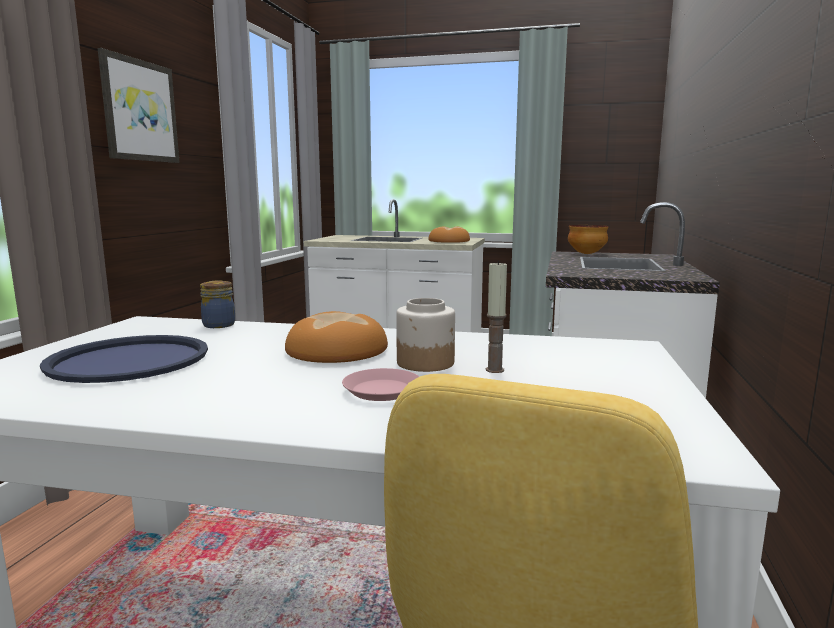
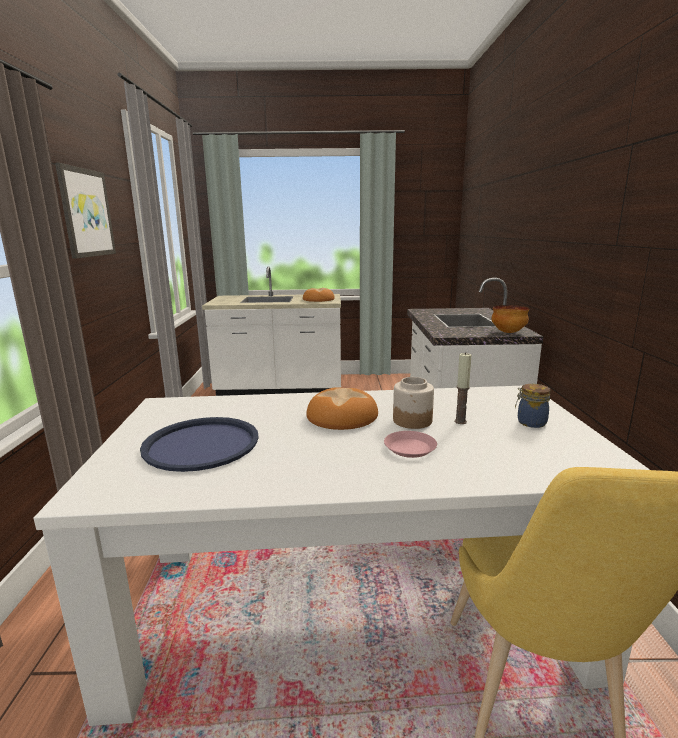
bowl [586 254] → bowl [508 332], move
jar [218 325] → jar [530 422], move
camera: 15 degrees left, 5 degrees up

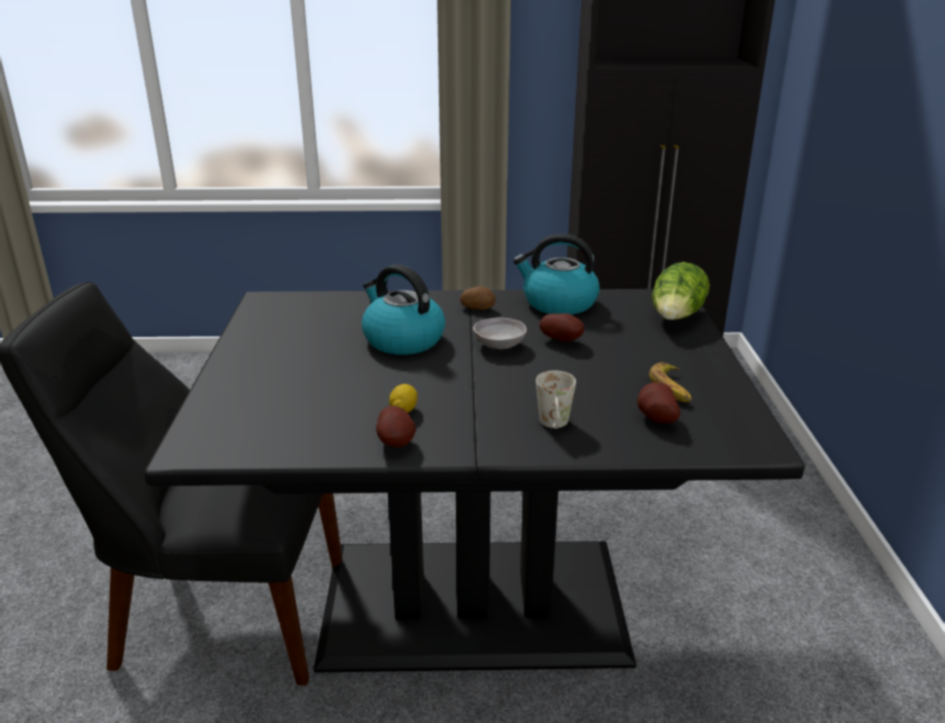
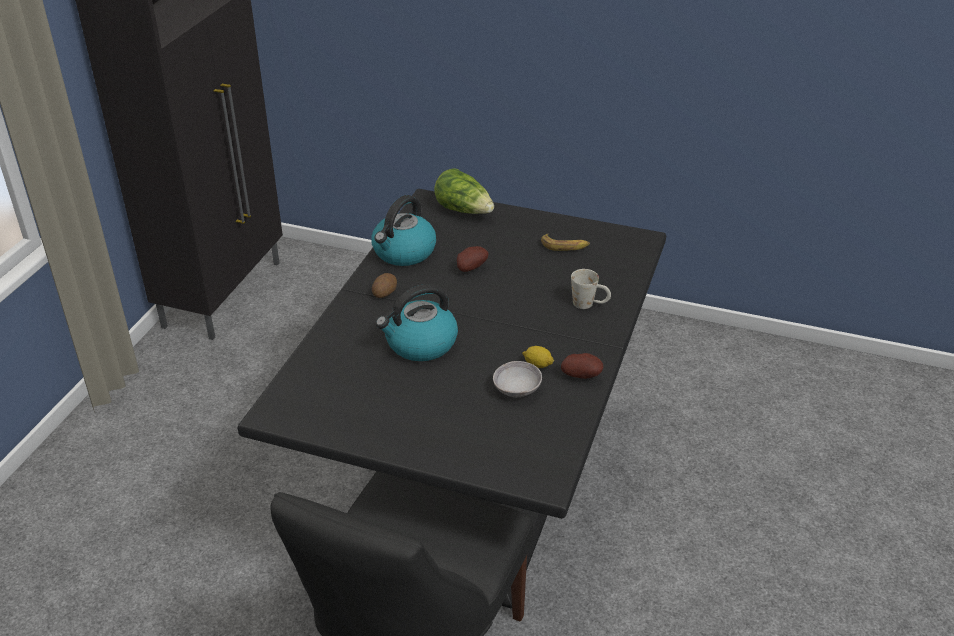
grey bowl [499 345] → grey bowl [517 390], move
potato [654 419] → -
camera: 70 degrees left, 10 degrees up

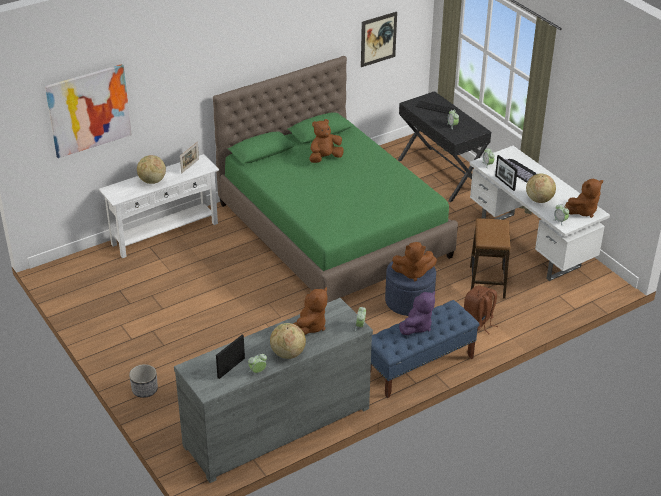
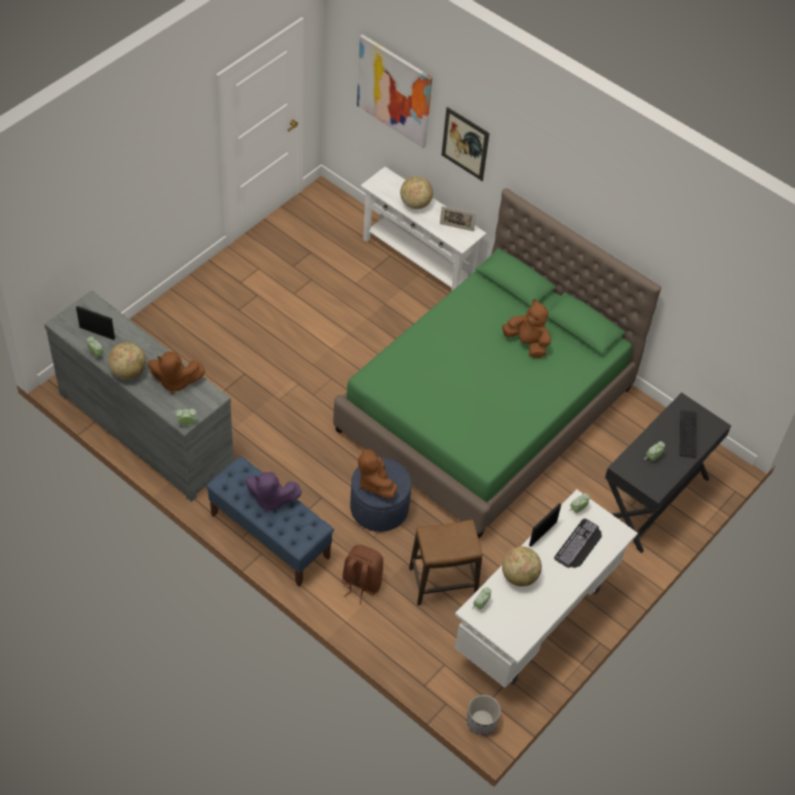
picture [378 39] → picture [465 144], move
planter [144 390] → planter [481 721], move
brown plush toy [583 211] → -
camera: 70 degrees right, 15 degrees up

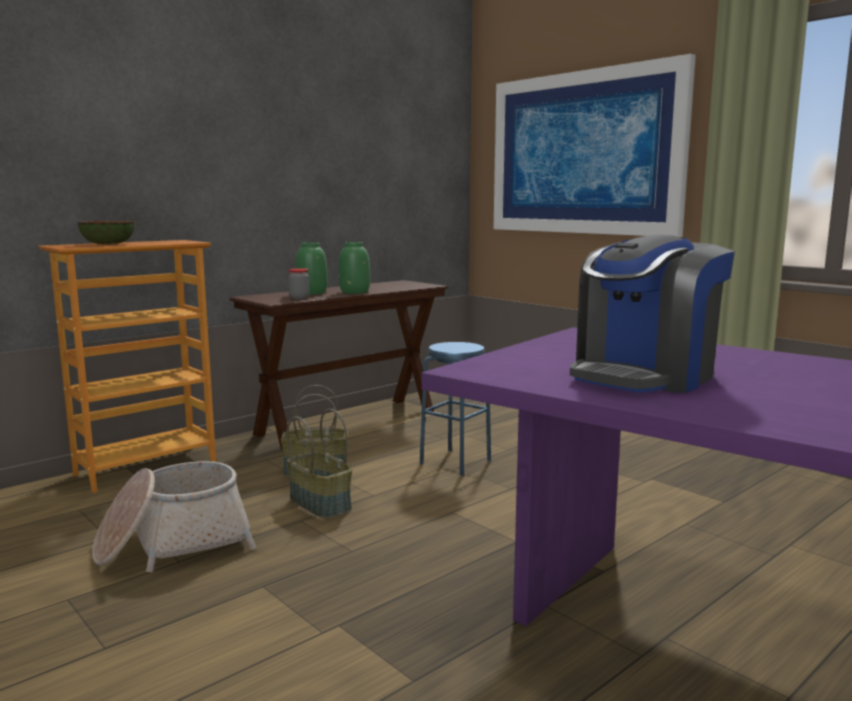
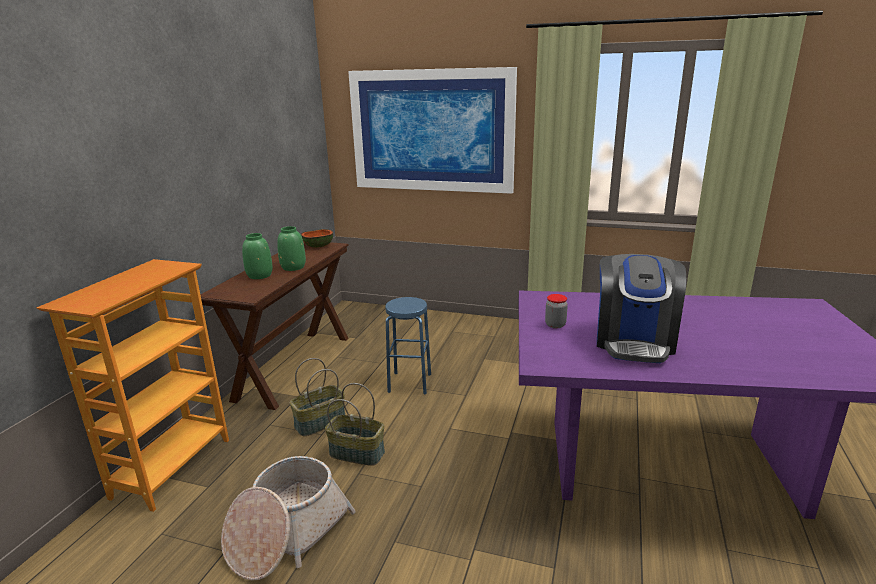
bowl [109 244] → bowl [318 246], move
jar [299 298] → jar [555 325], move
camera: 30 degrees left, 10 degrees up

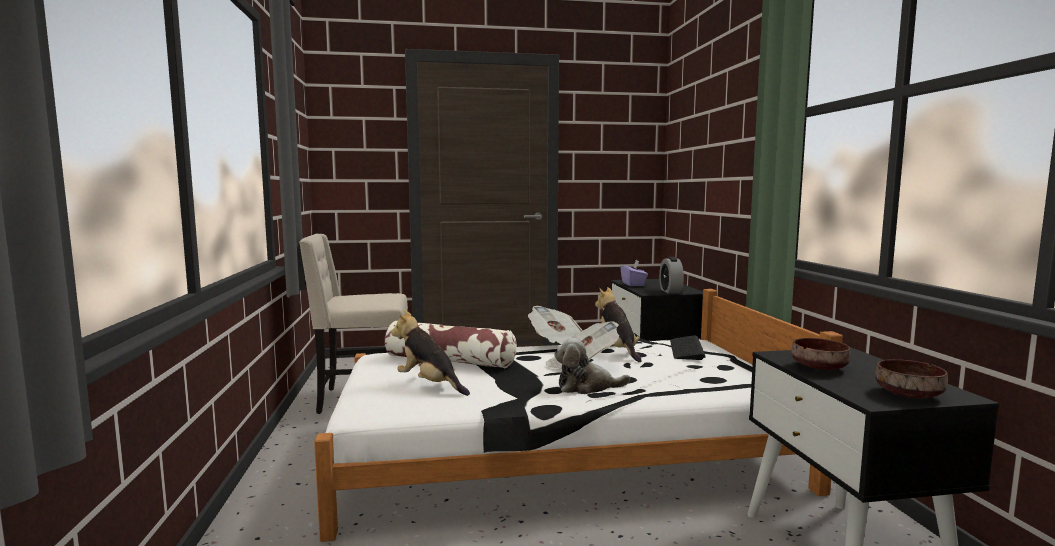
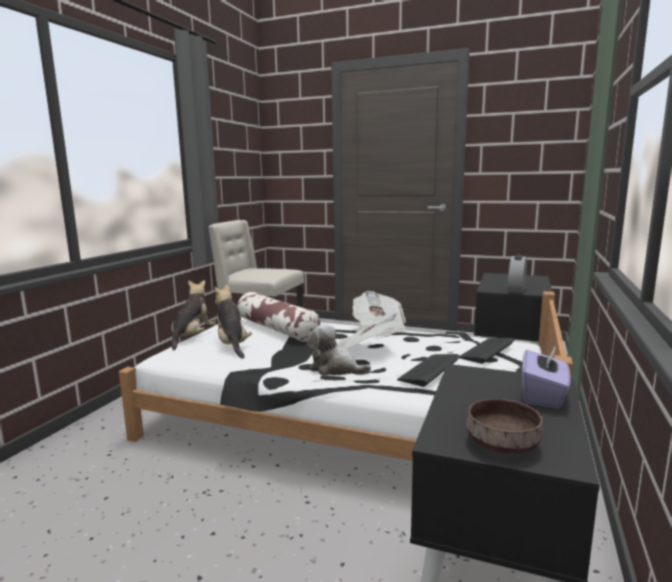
plush toy [618 350] → plush toy [192 337], move
- → keyboard [429 370]
purple tissue box [633 284] → purple tissue box [543 395], move
brown bowl [820 367] → -
camera: 30 degrees right, 5 degrees up

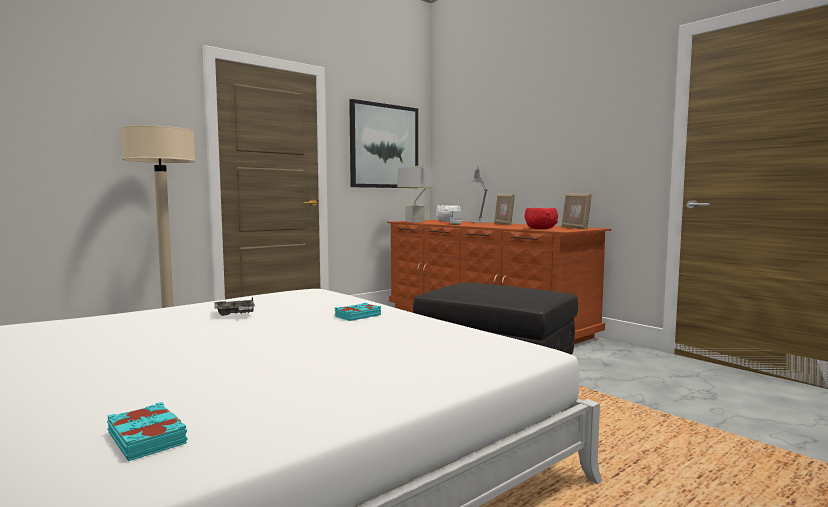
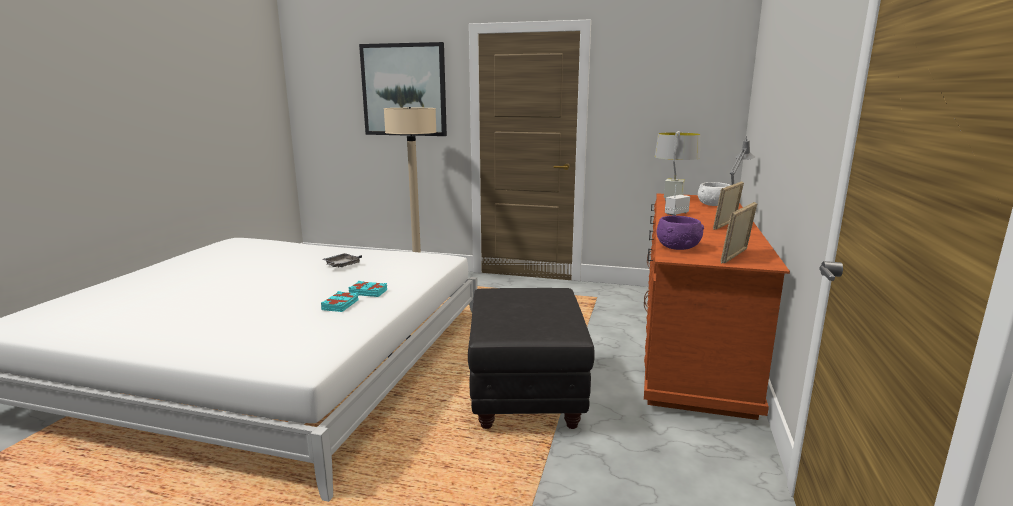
turquoise book [148 438] → turquoise book [341 305], move
picture [384 146] → picture [404 90], move
red bowl [540 229] → purple bowl [678 247]
camera: 55 degrees right, 10 degrees up

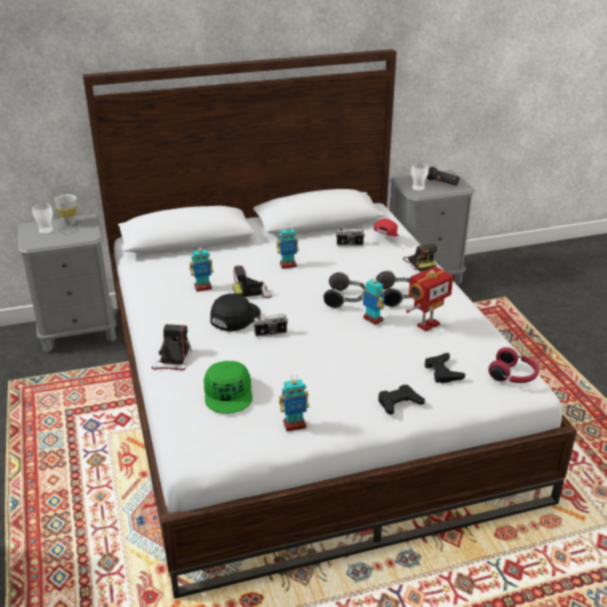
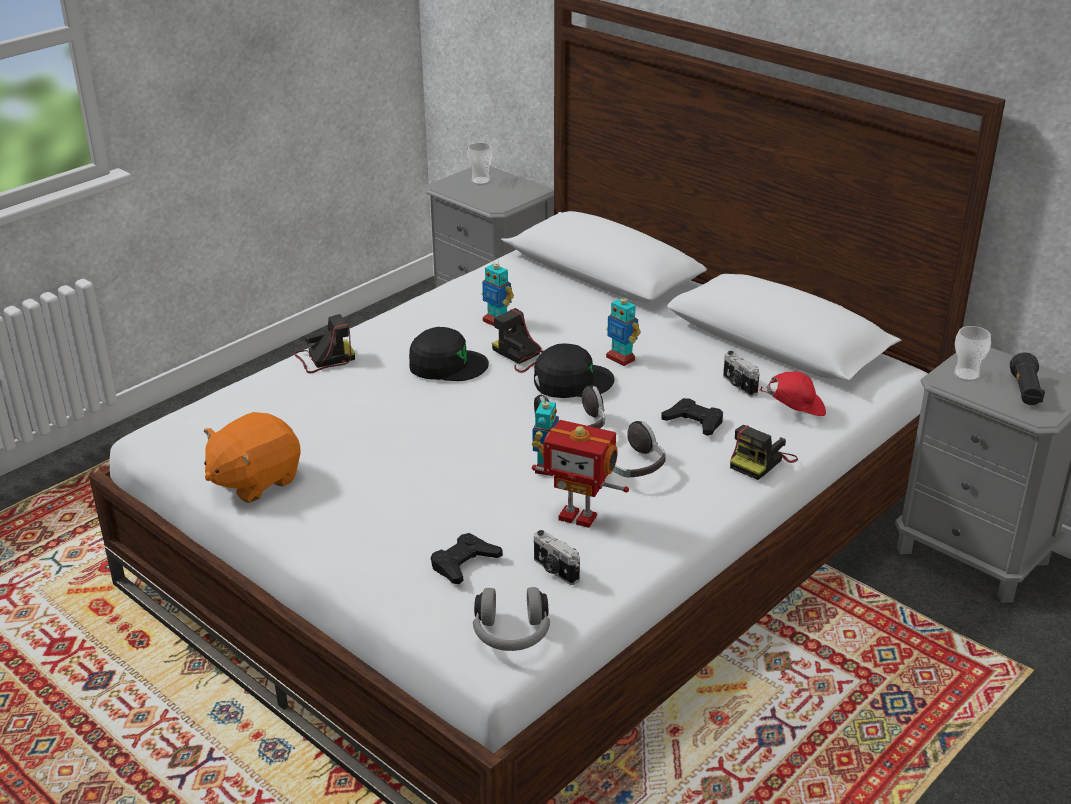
toy robot [294 425] → orange plush toy [254 480]
red headphones [513 376] → grey headphones [511 634]
- → black cap [572 381]
photo camera [271 333] → photo camera [555 571], move
black game controller [399 403] → black game controller [694 422], move
white cup [69 223] → -
green cap [228 392] → -
camera: 60 degrees right, 0 degrees up

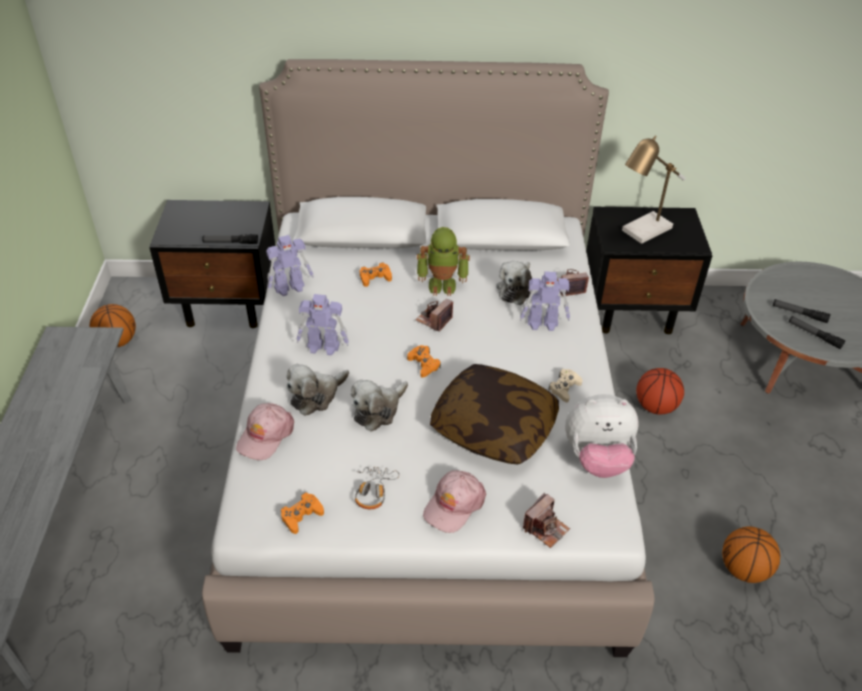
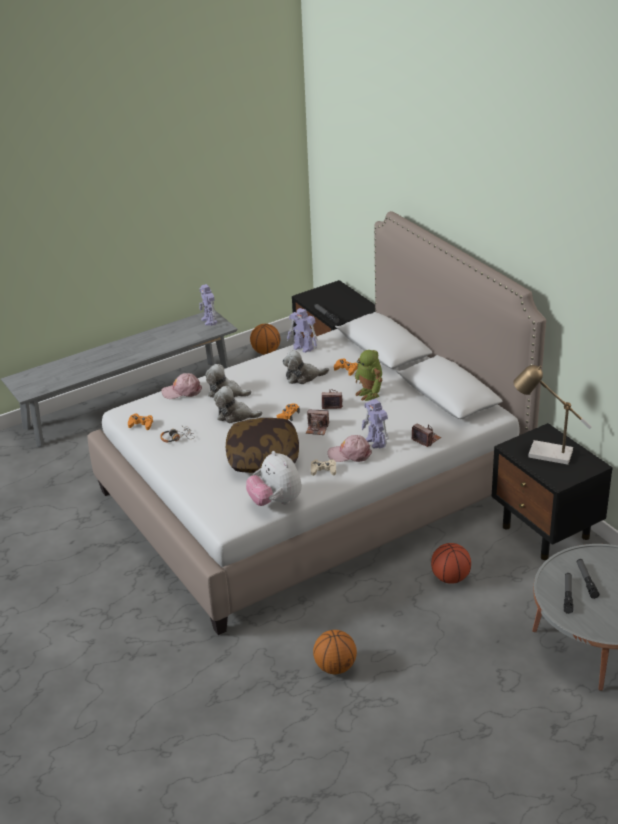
toy robot [324 347] → toy robot [209 321], move
plush toy [516 289] → plush toy [303 377], move
photo camera [545 528] → photo camera [317 429], move
pink cap [454 505] → pink cap [350 454], move
camera: 60 degrees right, 10 degrees down

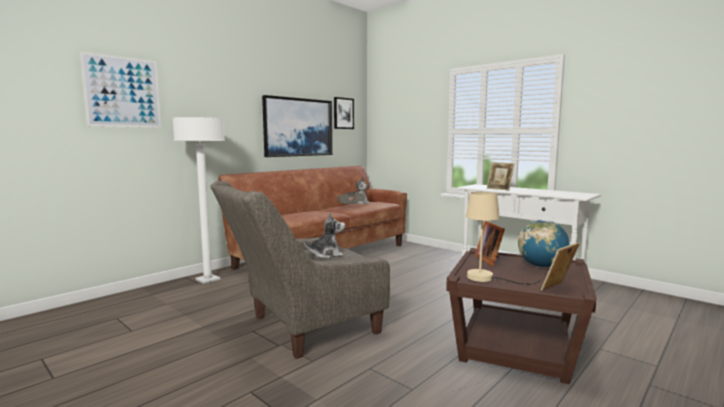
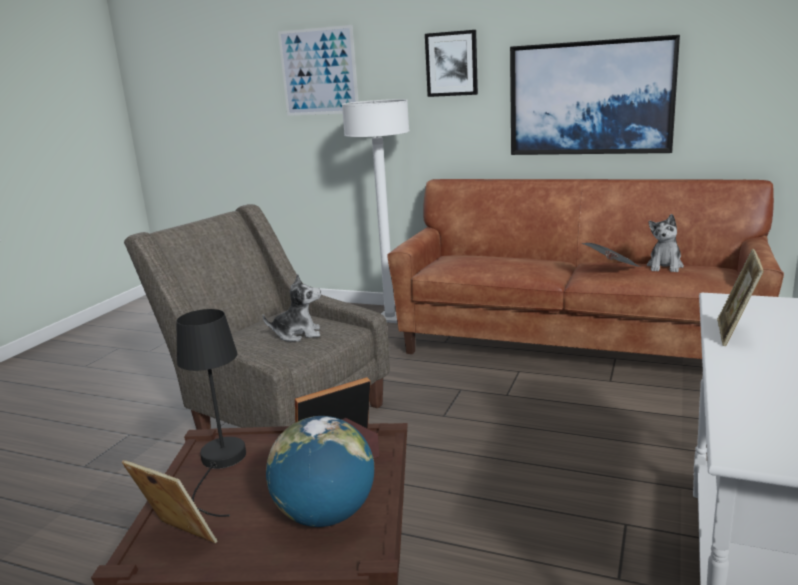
beige table lamp [488 278] → black table lamp [220 464]
plush toy [326 255] → plush toy [298 334], 60 degrees counterclockwise
picture [343 113] → picture [451 64], move
camera: 70 degrees right, 10 degrees up

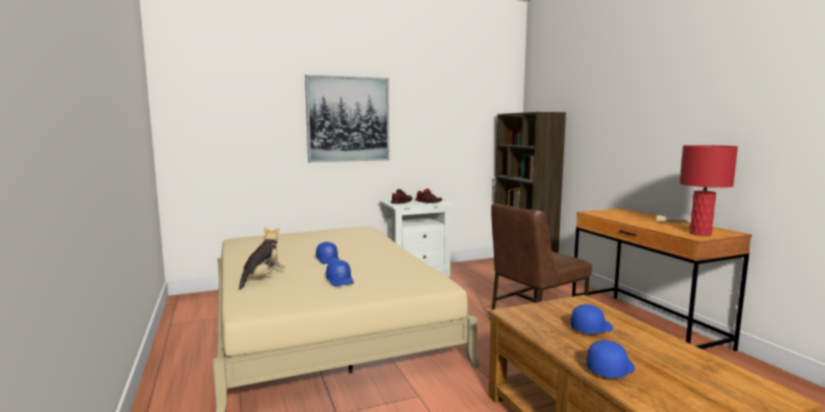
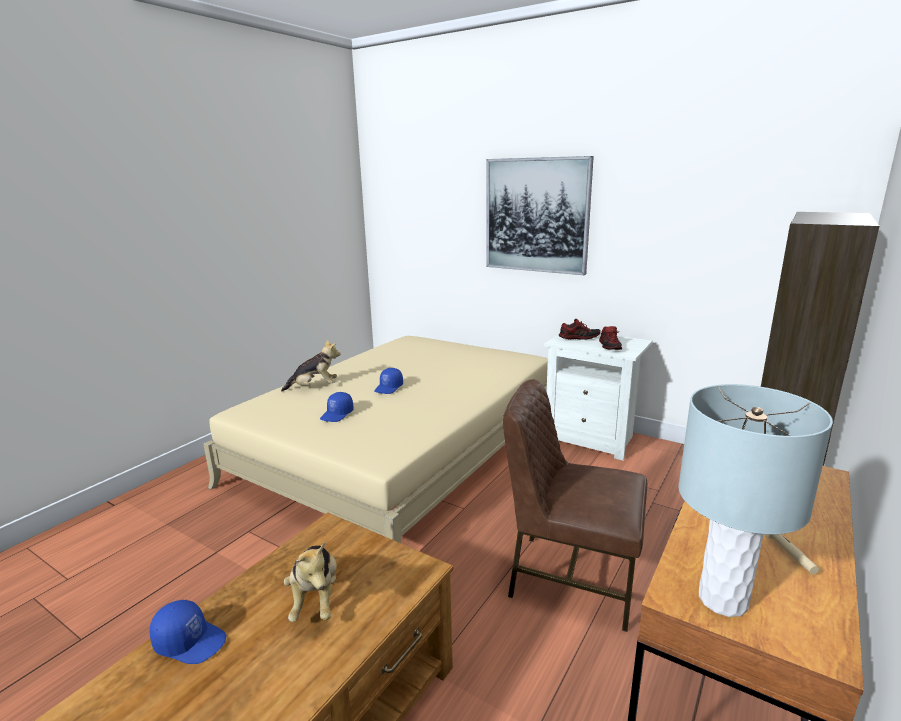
blue cap [591 328] → plush toy [315 599]
red table lamp [700 234] → grey table lamp [723 600]
camera: 55 degrees right, 10 degrees up

